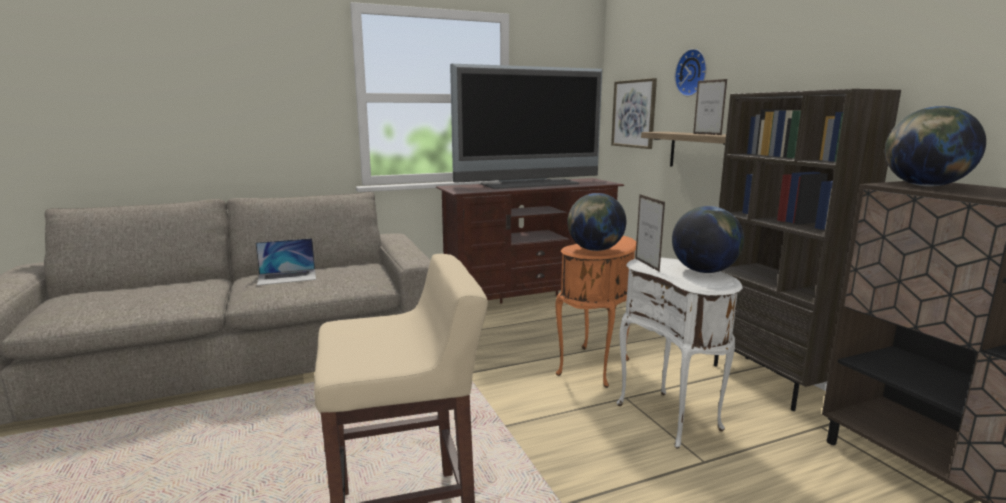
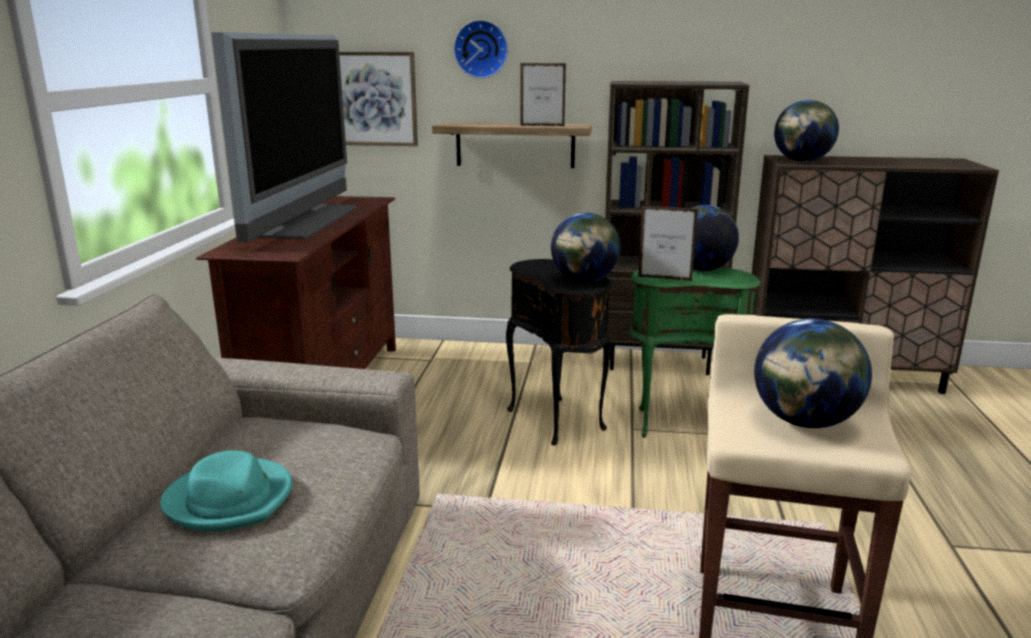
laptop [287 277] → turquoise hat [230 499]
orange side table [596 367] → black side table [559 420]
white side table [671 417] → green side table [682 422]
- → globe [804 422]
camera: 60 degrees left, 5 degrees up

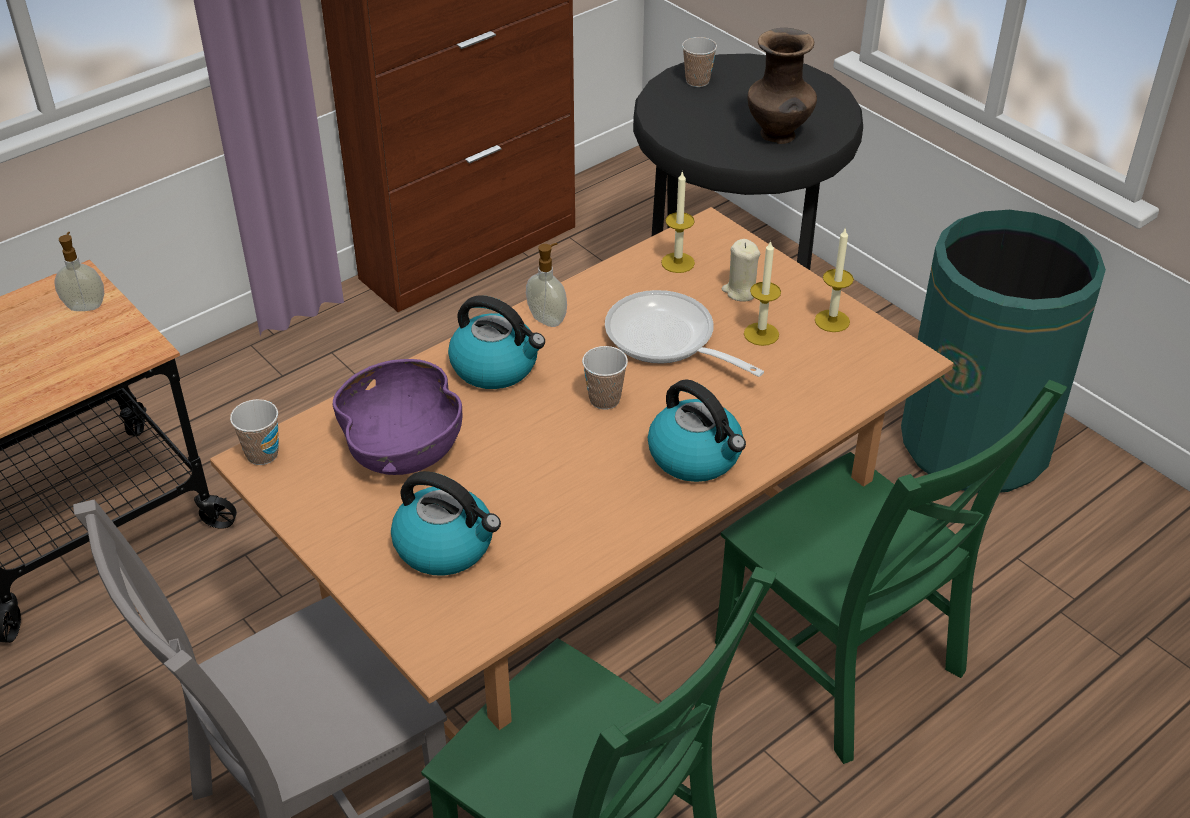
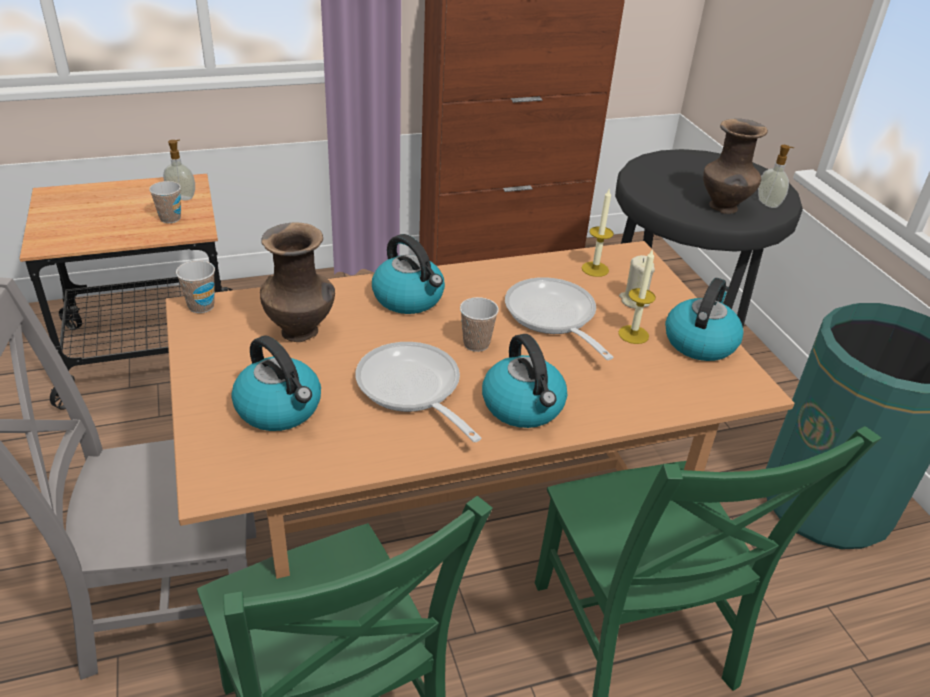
cup [697 81] → cup [170 218], move
purple bowl [403 448] → brown vase [301 332]
- → frying pan [412 390]
candle [832 321] → kettle [700 342]
soap dispenser [548 319] → soap dispenser [768 203], move
camera: 20 degrees right, 5 degrees down

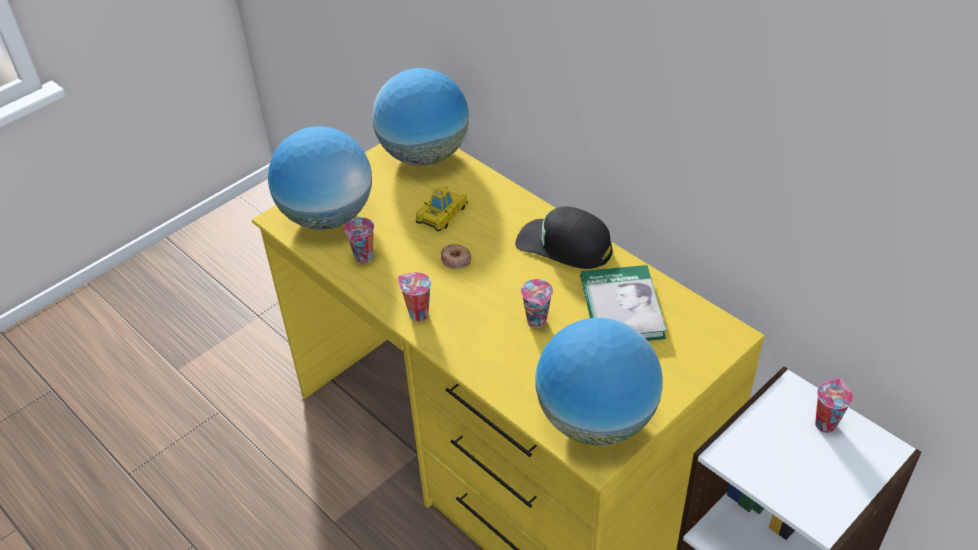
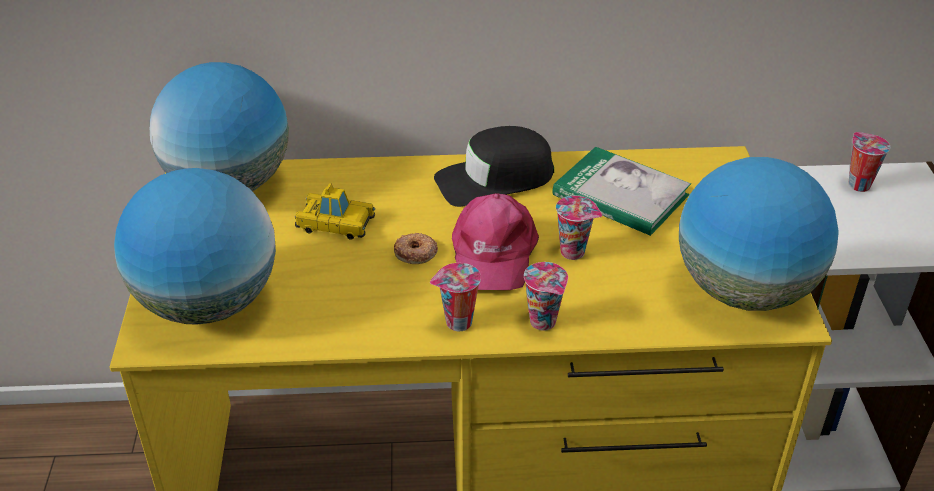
toy car [442 214] → toy car [336 223], 120 degrees clockwise
- → pink cap [493 252]
cup [364 259] → cup [544 322], move
camera: 50 degrees left, 5 degrees down

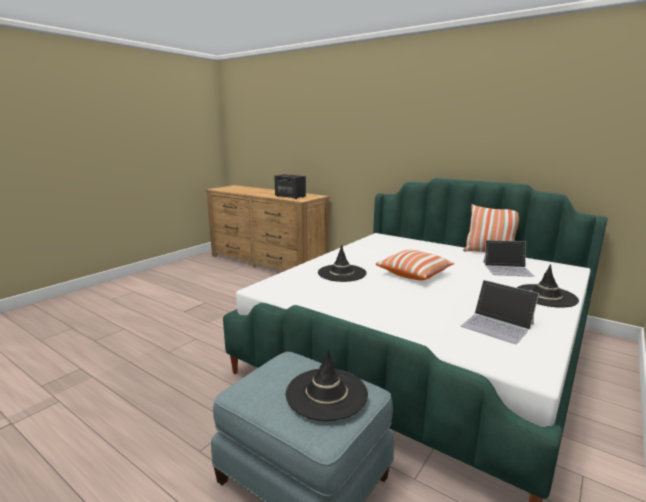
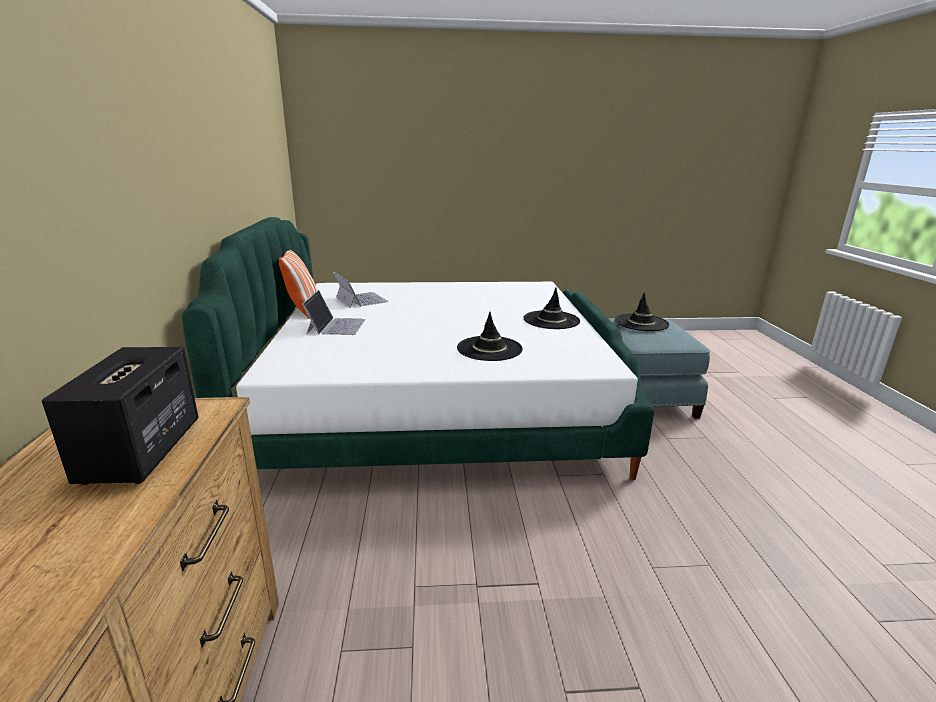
laptop [497 325] → laptop [336 326], move
black hat [545 296] → black hat [551 320], move
pillow [414 274] → -
camera: 130 degrees left, 5 degrees up

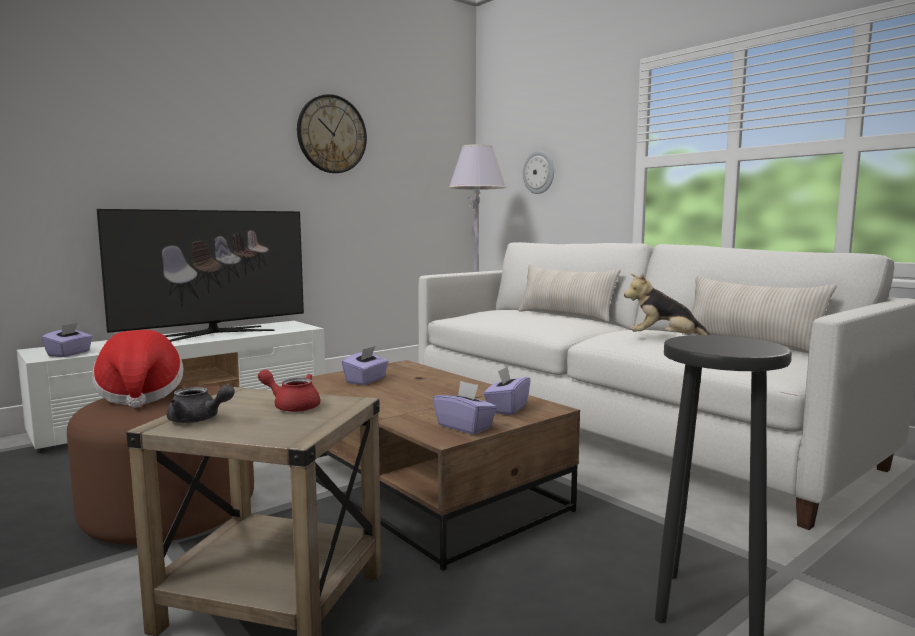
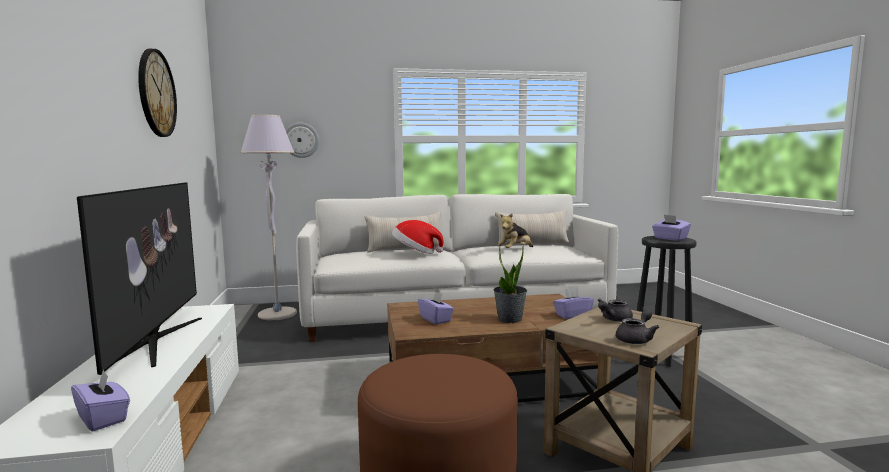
hat [140 396] → hat [415 253], move
- → potted plant [510 319]
red teapot [292 406] → grey teapot [613 319]
purple tissue box [507 408] → purple tissue box [670 239], move
camera: 60 degrees left, 0 degrees up

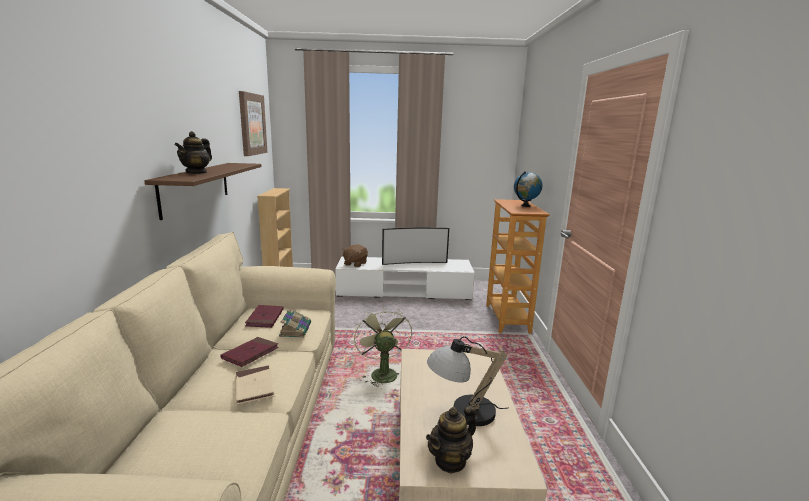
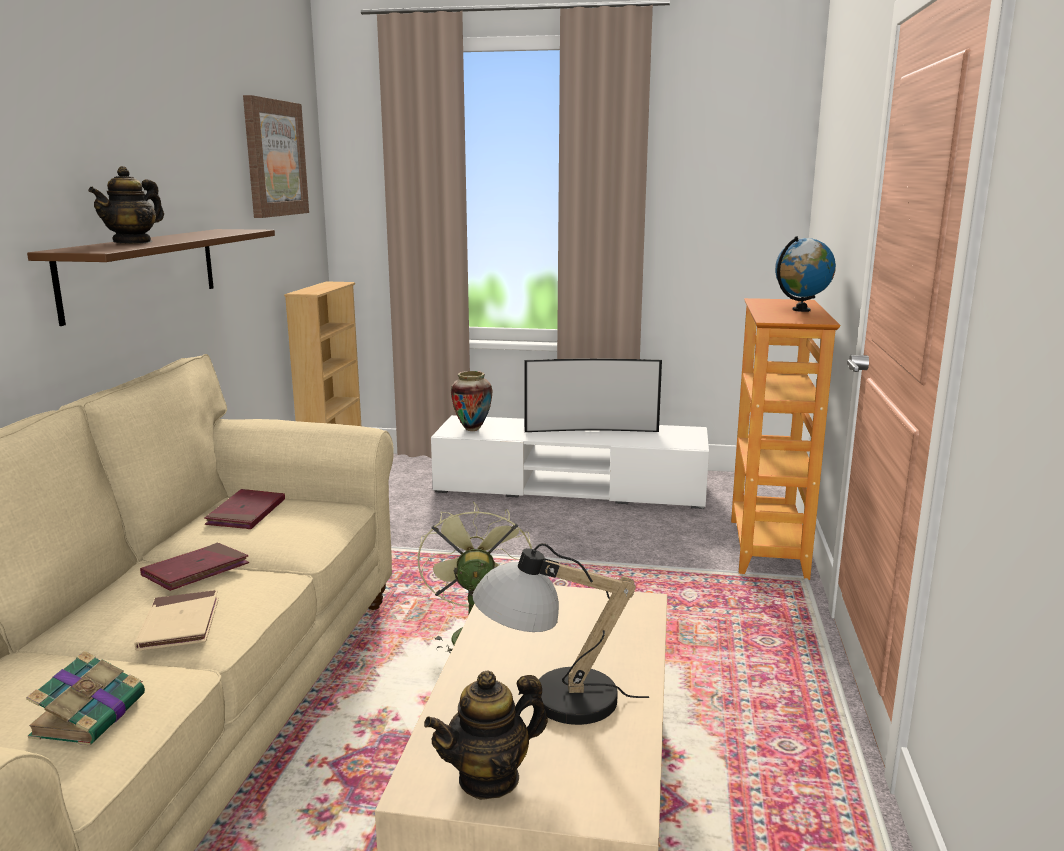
book [295 329] → book [91 714], move
brown plush toy [355 264] → vase [472 429]
camera: 10 degrees right, 0 degrees up

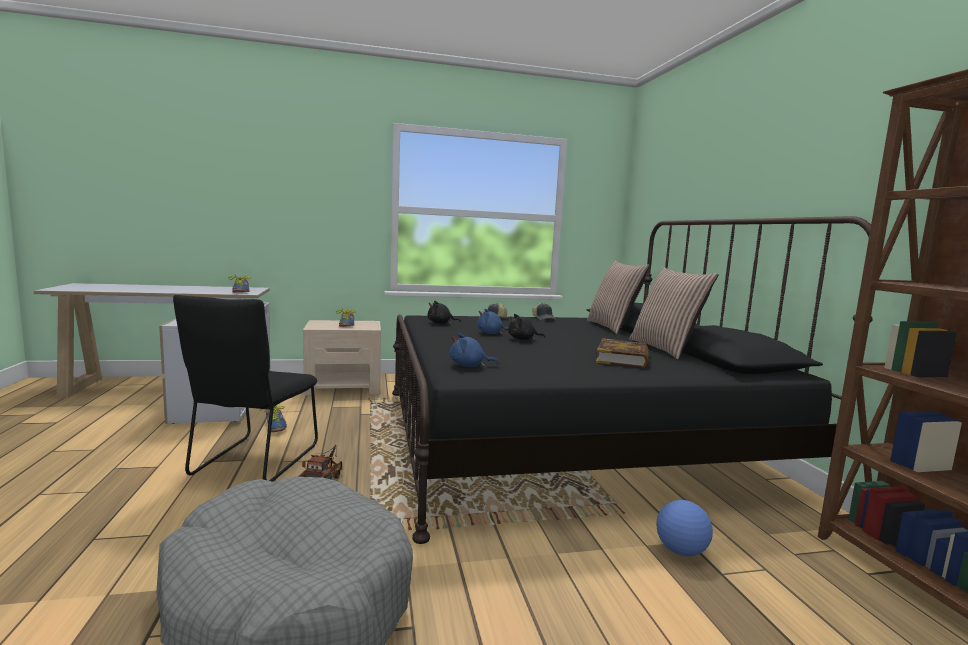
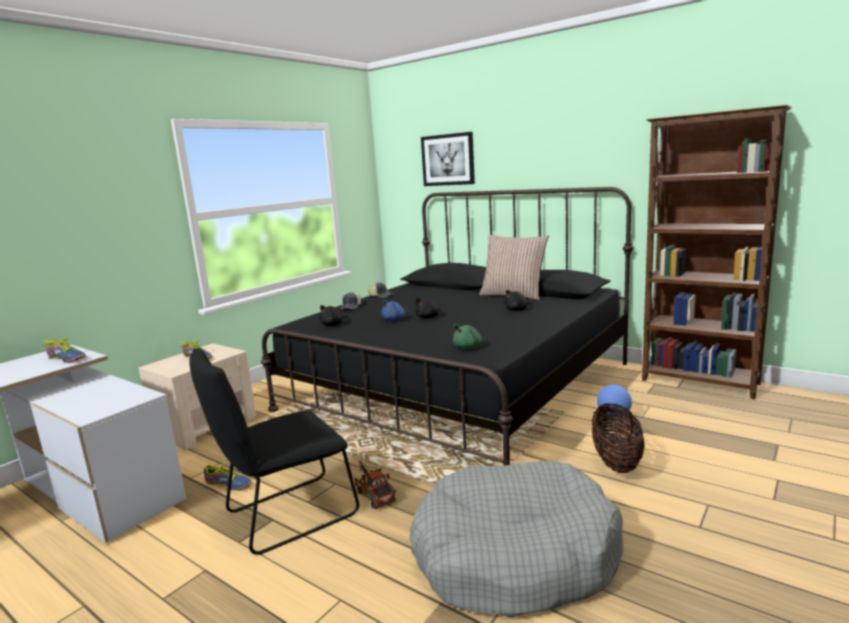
black chair [253 462] → black chair [286 516], 90 degrees clockwise
- → picture [448 160]
blue plush toy [469 366] → green plush toy [469 347]
book [622 359] → black plush toy [517 310]
- → basket [616 462]
pillow [612 327] → -
camera: 40 degrees left, 5 degrees up

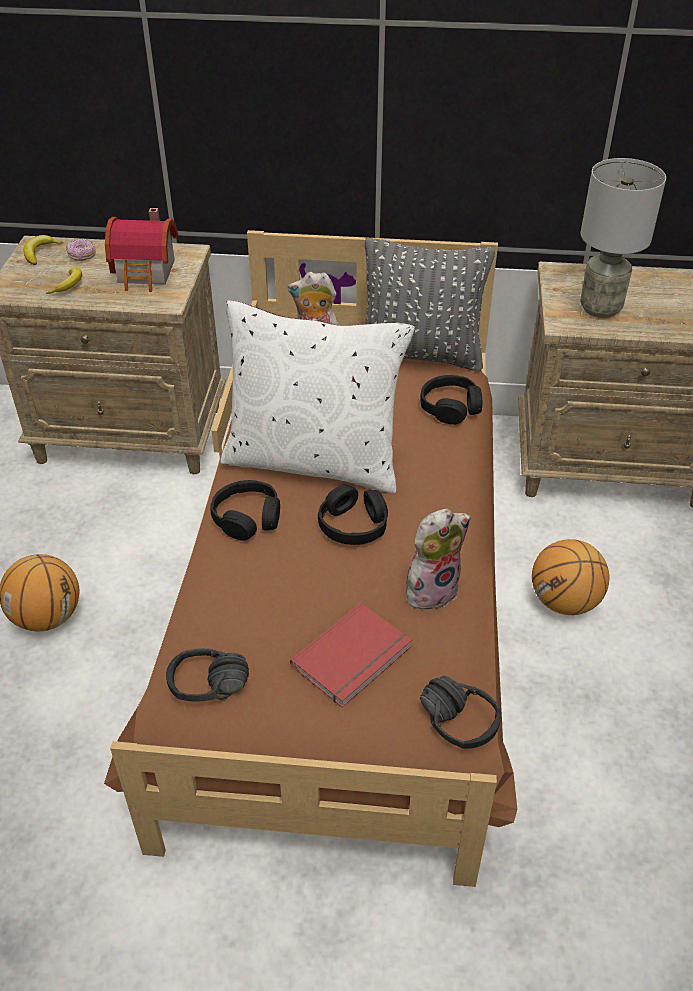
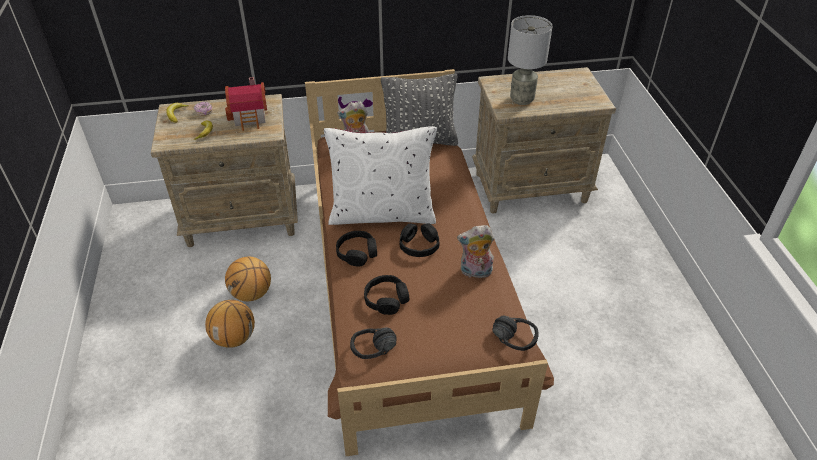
basketball [564 602] → basketball [251 294], move
black headphones [450 407] → black headphones [386 299], move
plush toy [431 589] → plush toy [475 272], 135 degrees counterclockwise
red book [354 658] → -
camera: 15 degrees left, 0 degrees up

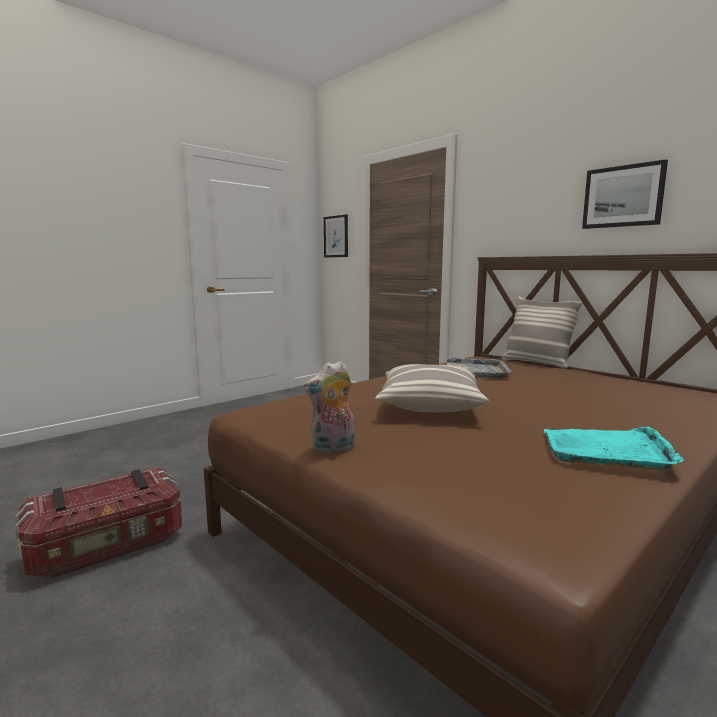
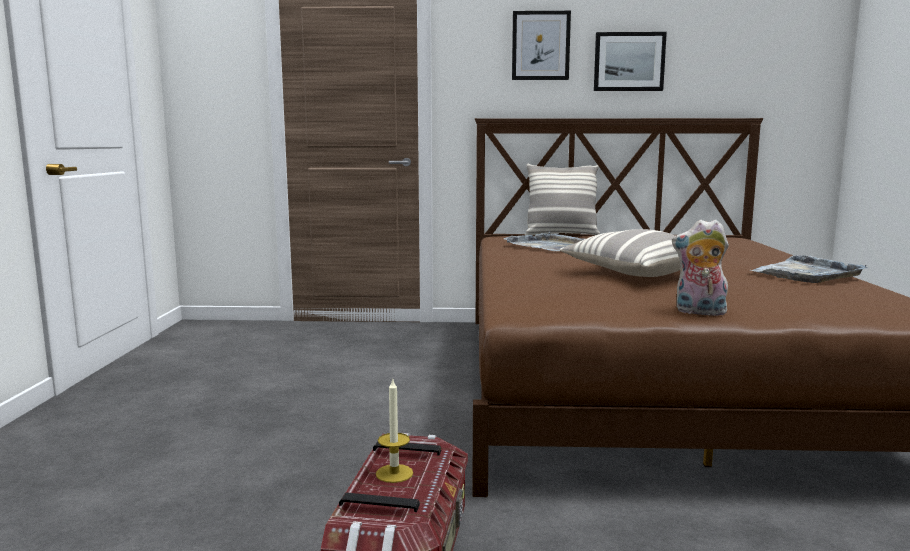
- → candle [394 473]
picture [336 236] → picture [540 46], move
plush toy [333 449] → plush toy [699 312], 90 degrees clockwise
turquoise tray [606 450] → grey tray [806 273]
camera: 45 degrees left, 0 degrees up

